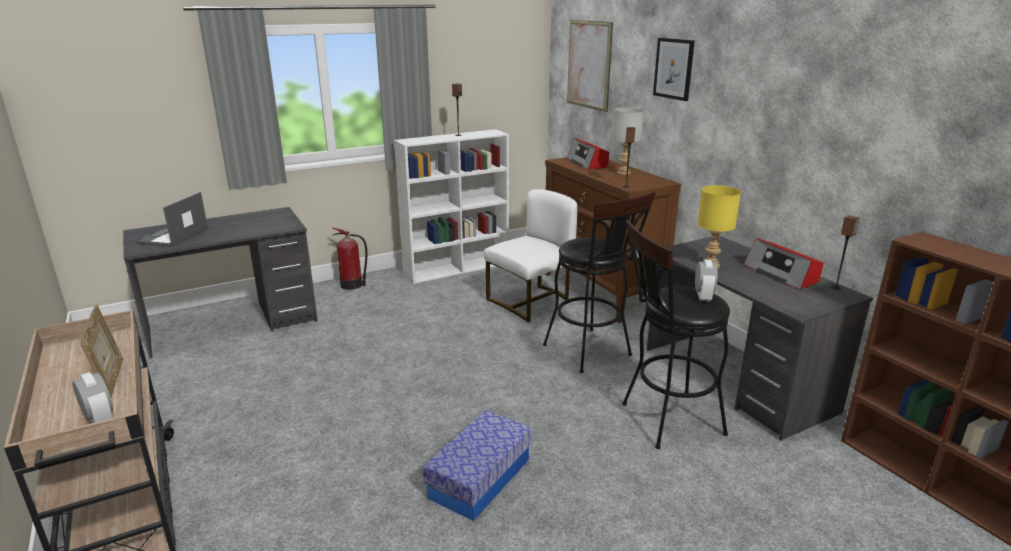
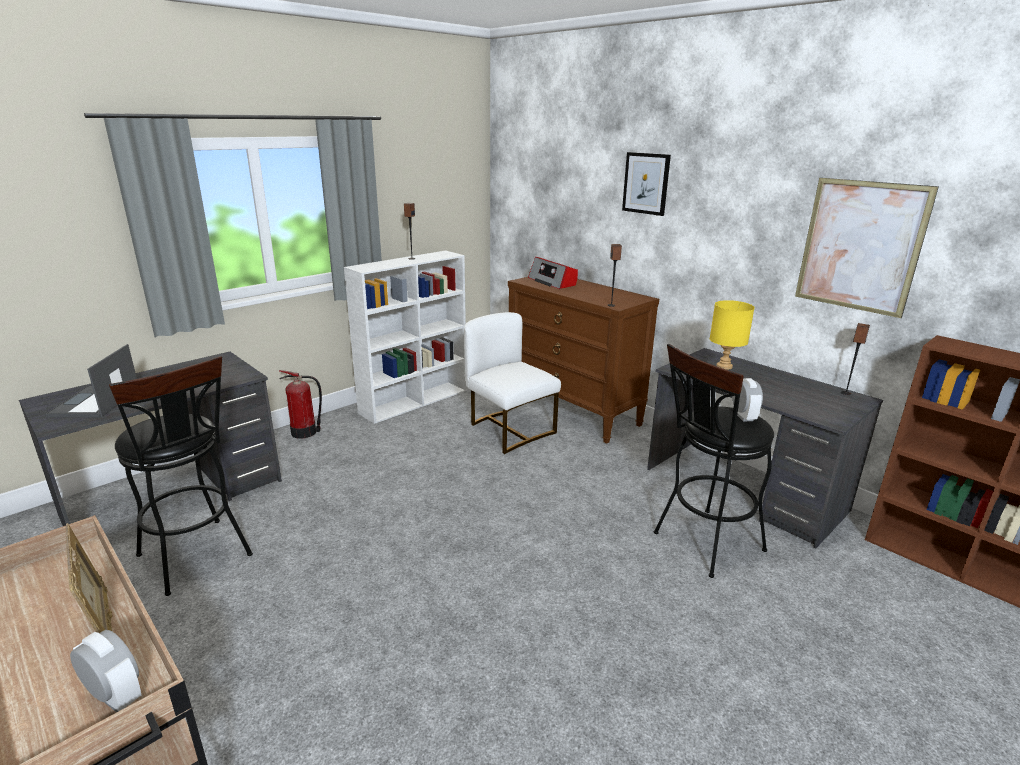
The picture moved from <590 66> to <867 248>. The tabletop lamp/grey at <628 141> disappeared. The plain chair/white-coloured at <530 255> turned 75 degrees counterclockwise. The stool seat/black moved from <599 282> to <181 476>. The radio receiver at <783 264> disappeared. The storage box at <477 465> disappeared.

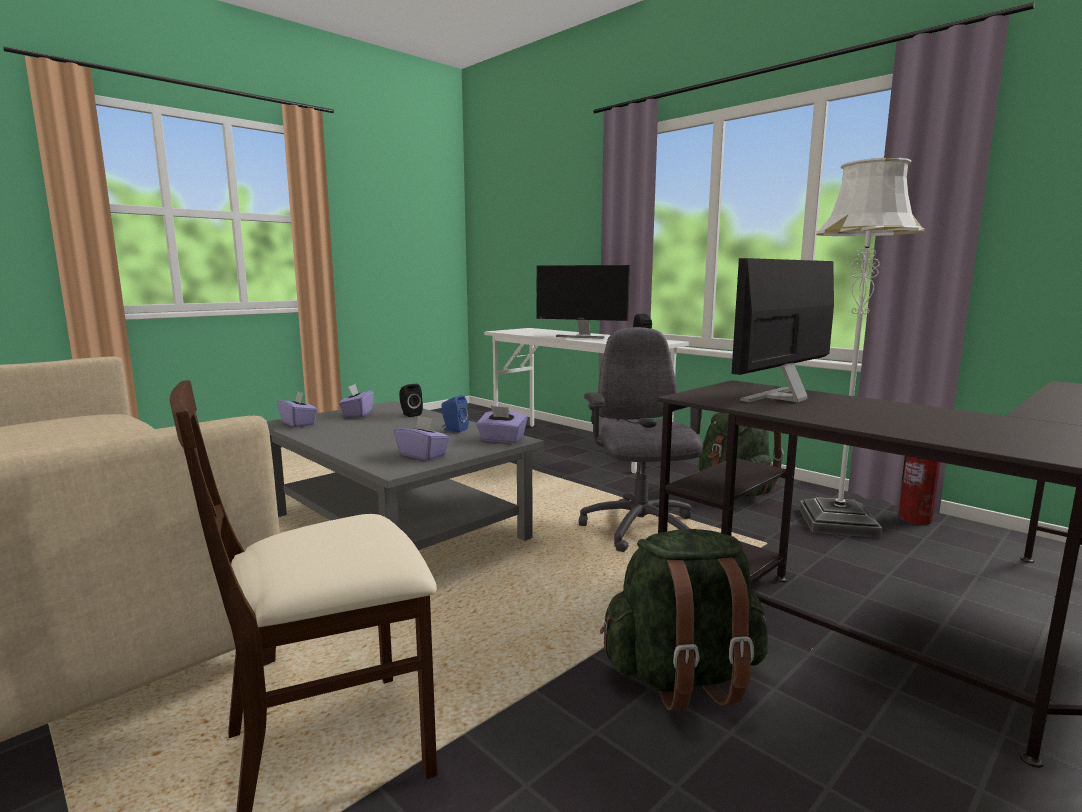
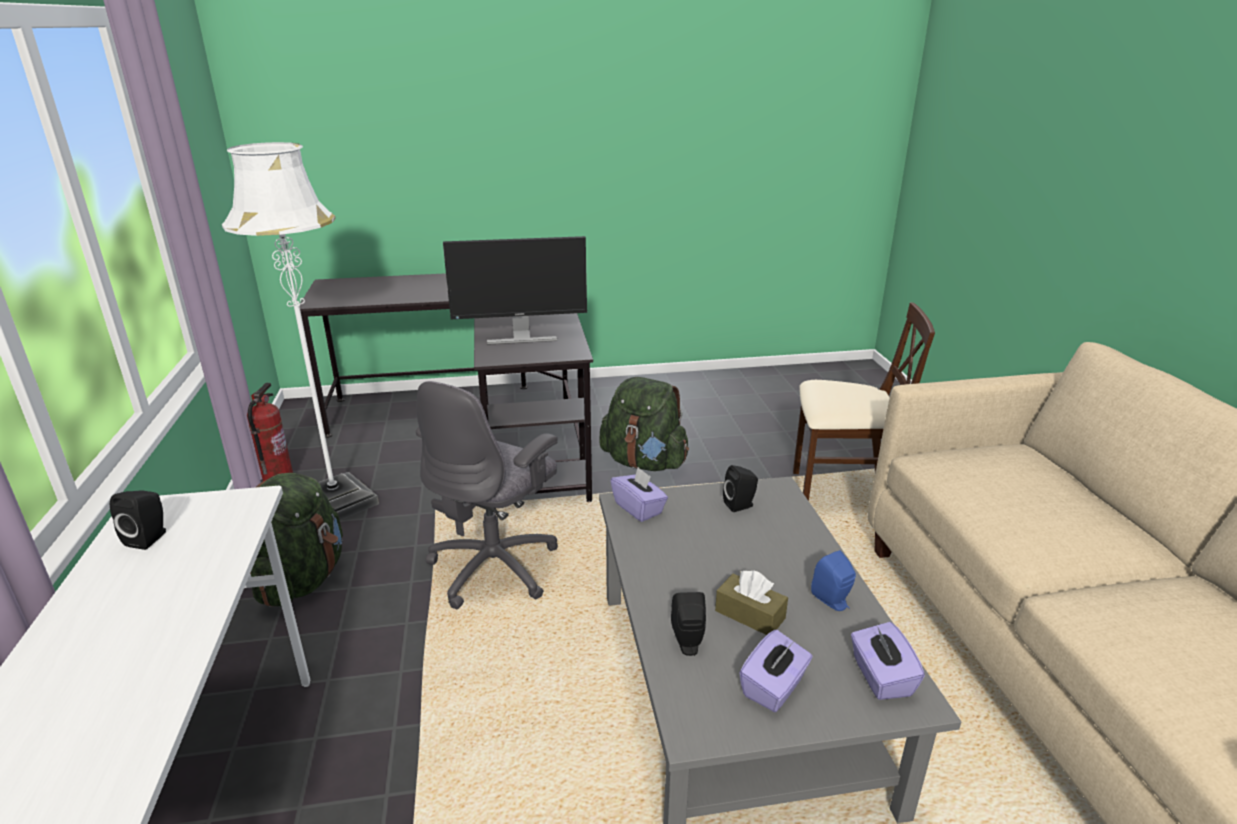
The computer screen at <583 302> disappeared. The loudspeaker/blue moved from <455 414> to <833 580>. The tissue box/purplish at <422 438> was replaced by the loudspeaker/black at <740 488>. The tissue box/brownish at <751 602> appeared.

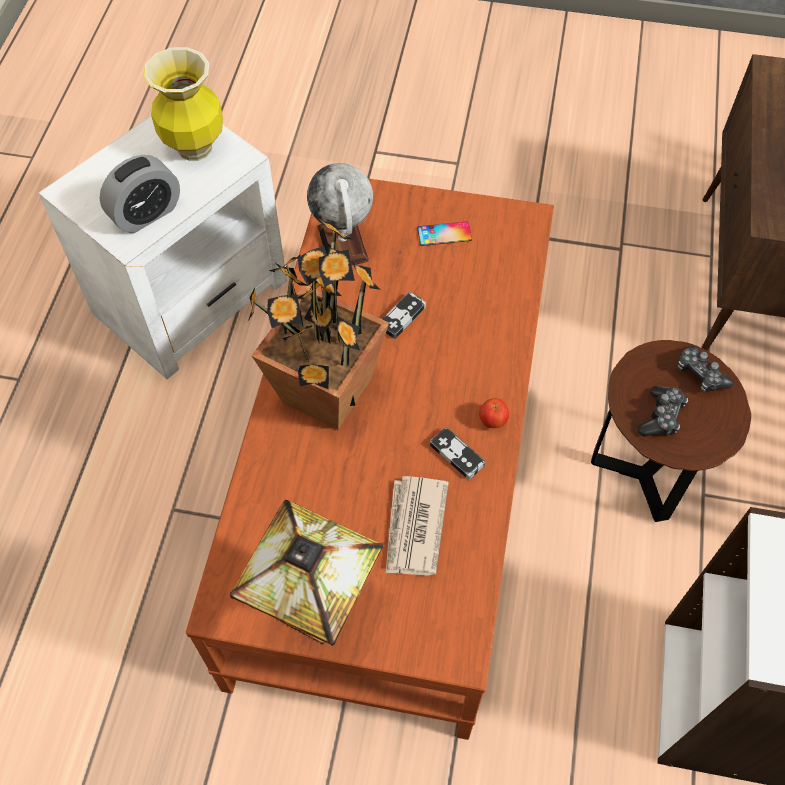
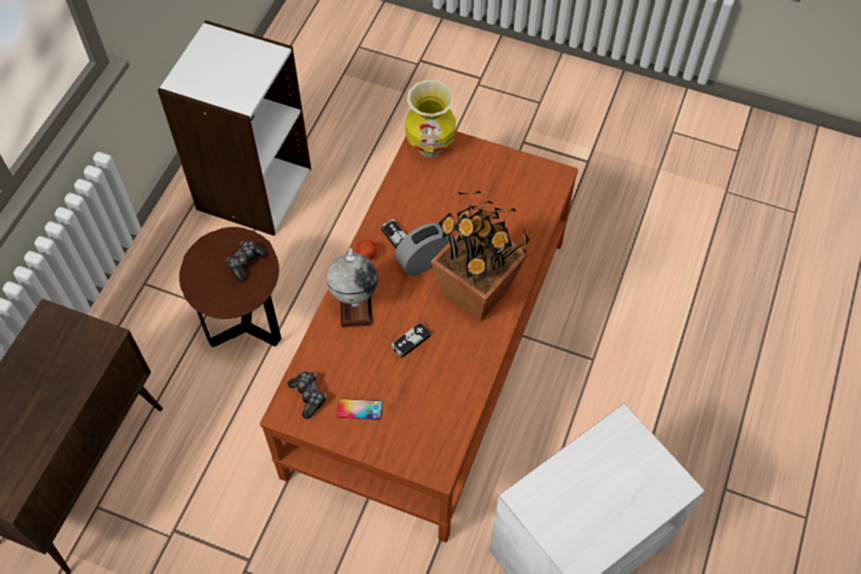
The decorative vase moved from <183 104> to <430 118>. The alarm clock moved from <140 194> to <422 249>. The desk globe moved from <340 214> to <352 288>. The gamepad moved from <705 369> to <307 395>. The printed paper at <417 526> disappeared. The tabletop lamp at <306 573> disappeared.

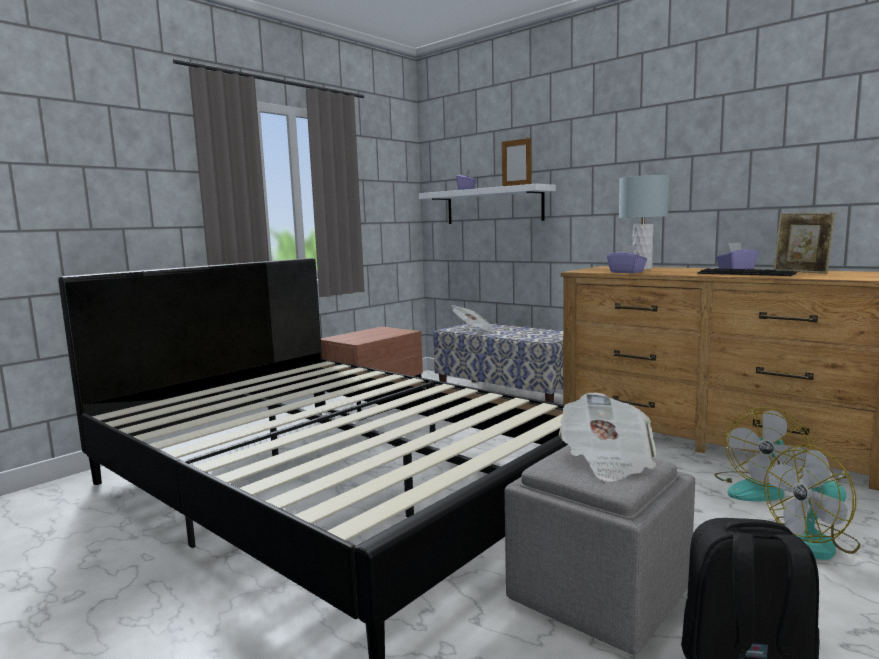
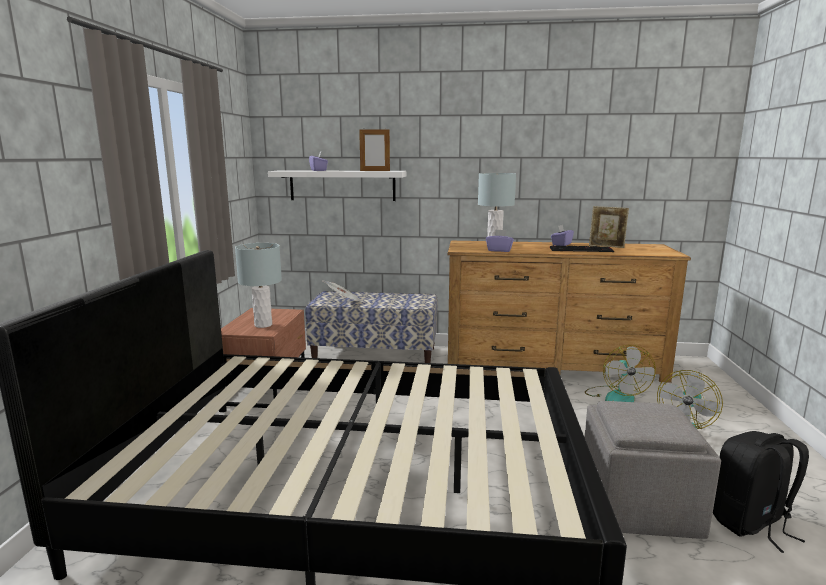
The printed paper at <607 437> disappeared. The tabletop lamp/grey at <258 285> appeared.

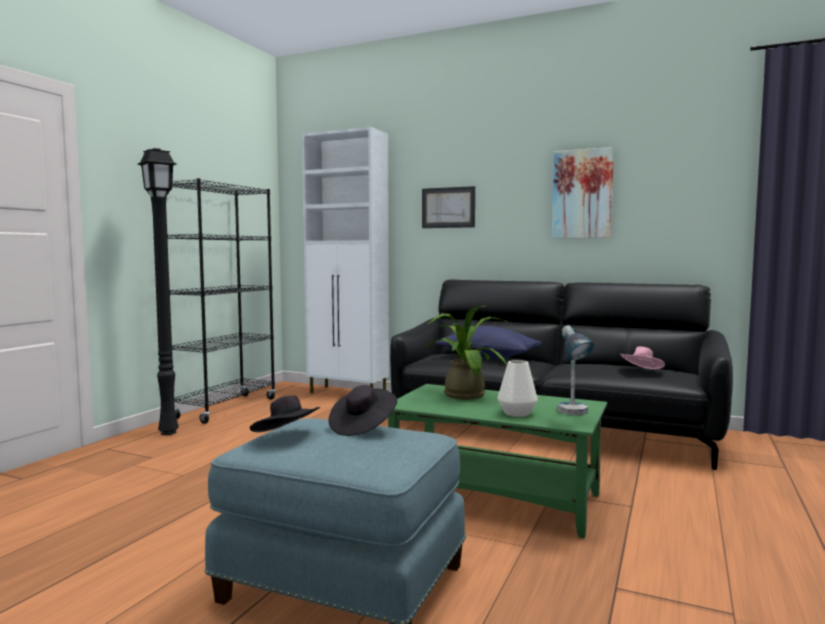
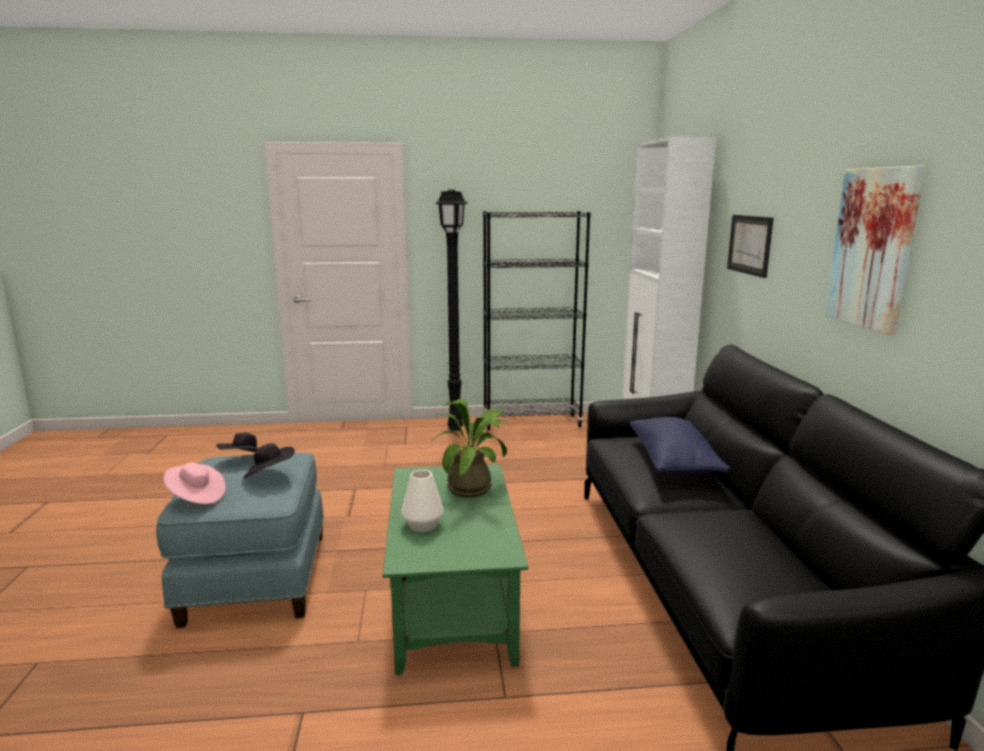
The tabletop lamp at <575 370> disappeared. The hat/pink moved from <642 357> to <195 483>.

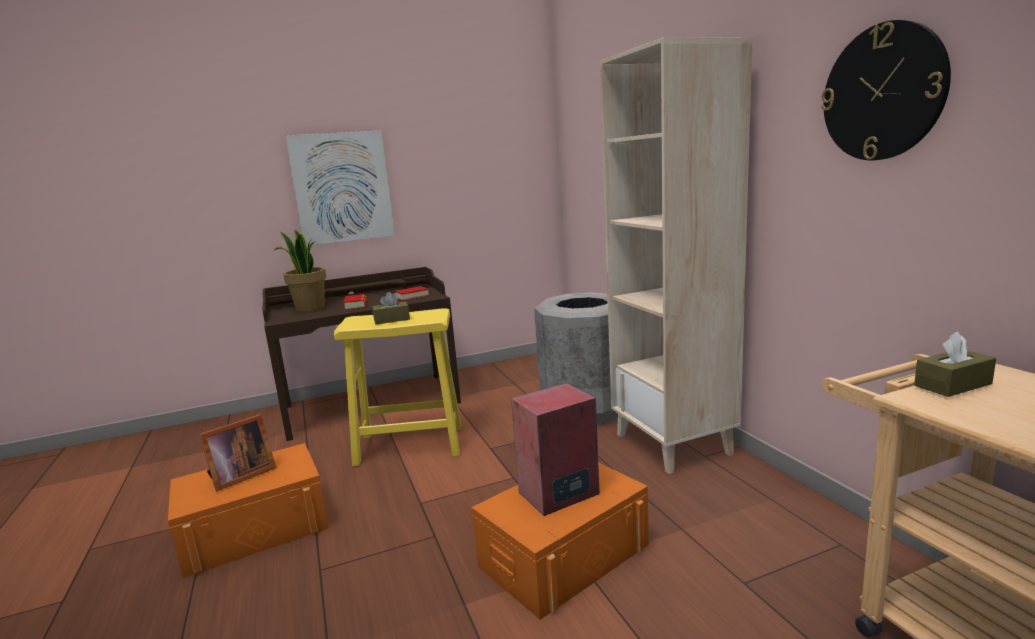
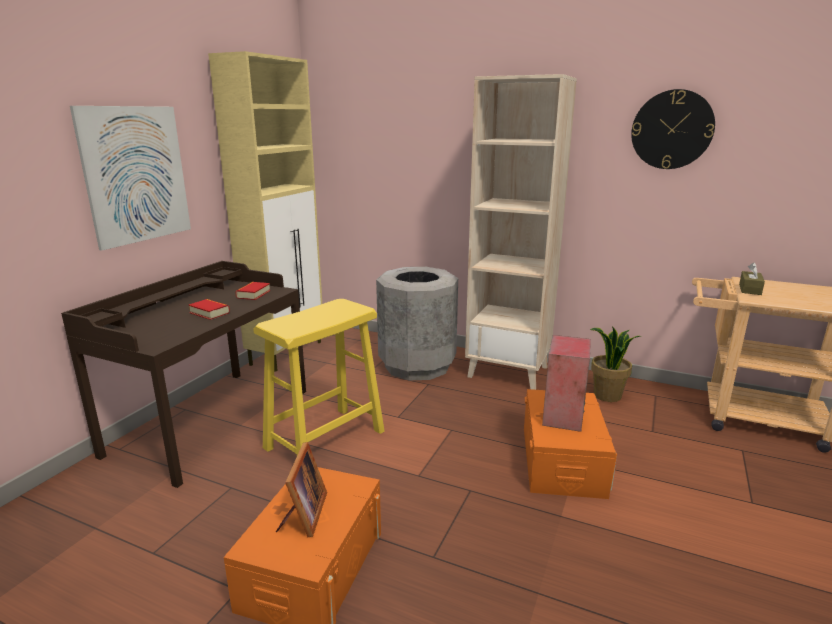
The plant in a pot moved from <299 270> to <615 364>. The tissue box/brownish at <391 308> disappeared. The storage cabinet/beige-coloured at <265 211> appeared.

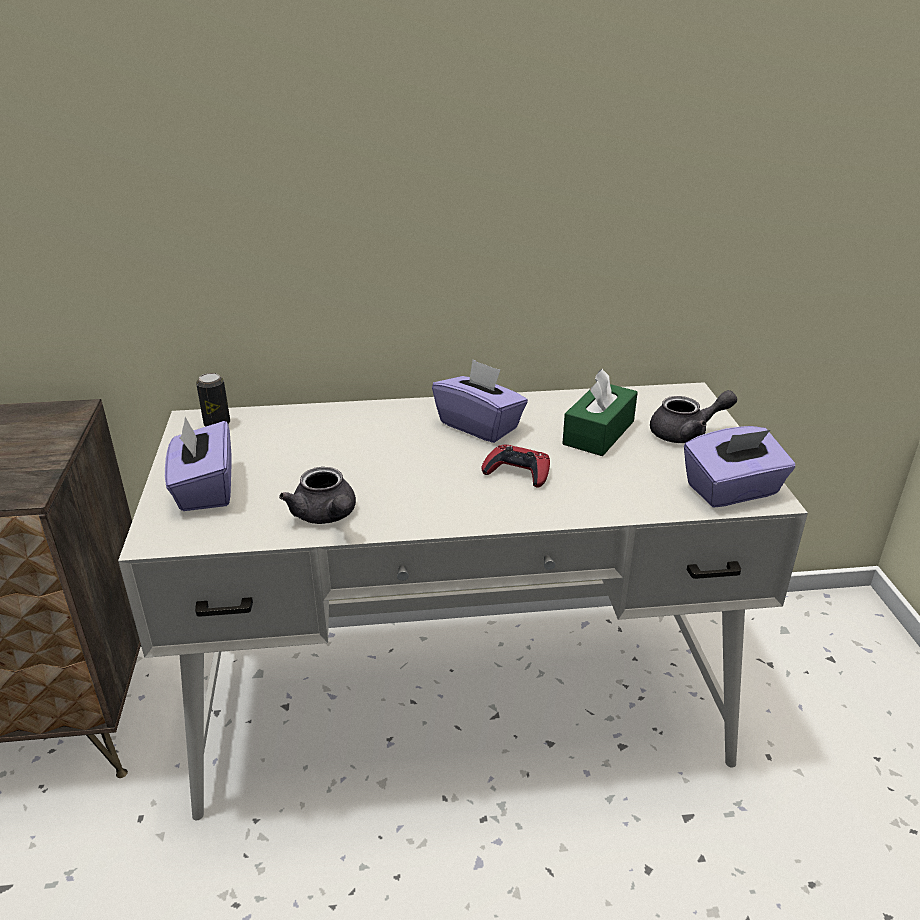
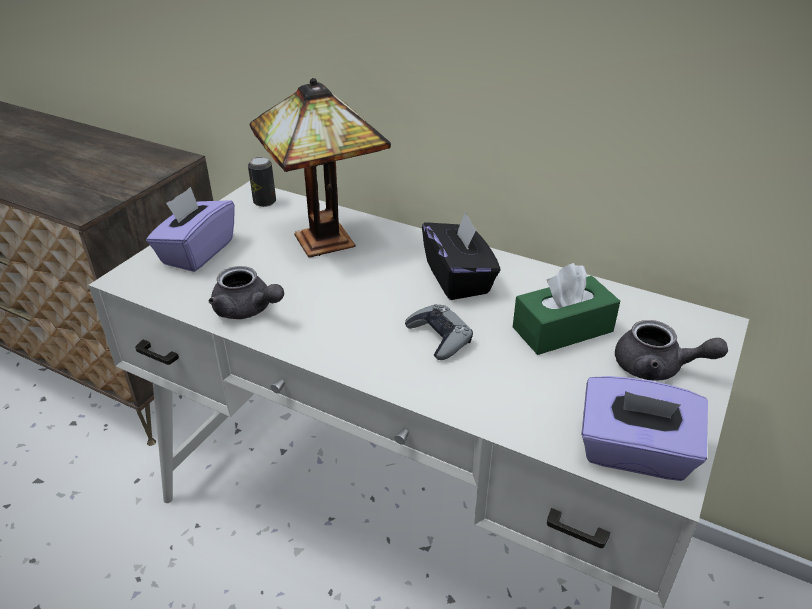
The tissue box/purplish at <480 401> became the tissue box/black at <461 255>. The gamepad/red at <515 466> became the gamepad/grey at <439 332>. The tea pot/grey at <317 495> turned 60 degrees counterclockwise. The tabletop lamp at <320 168> appeared.

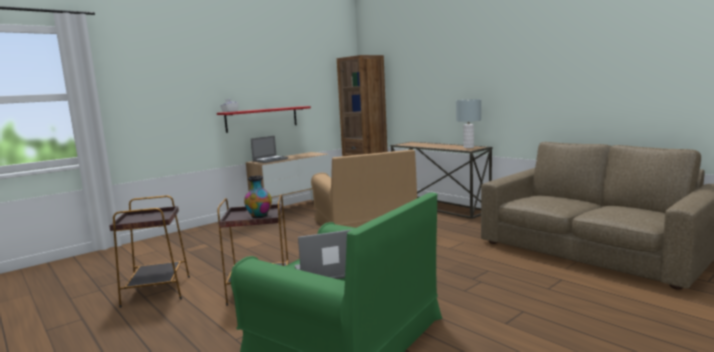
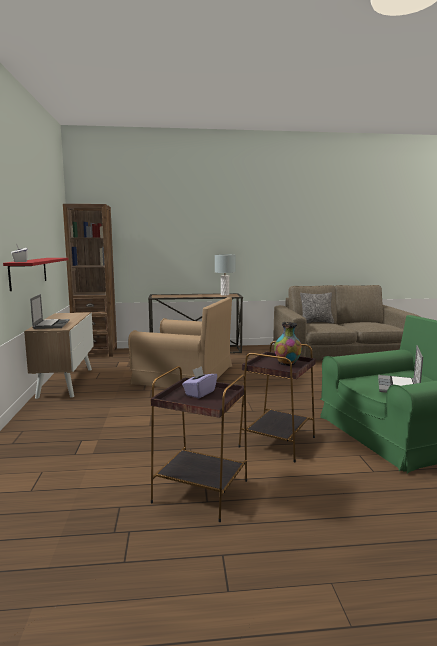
The cushion at <317 308> appeared. The tissue box/purplish at <199 382> appeared.

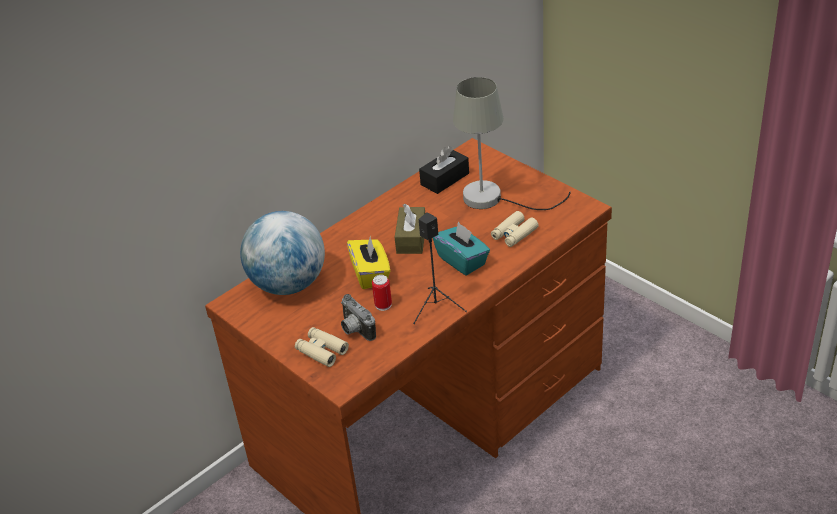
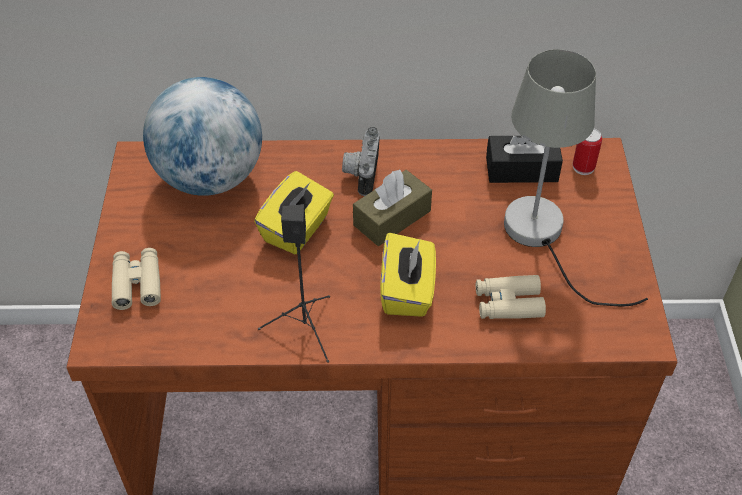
The tissue box/blue-green at <461 248> became the tissue box/yellowish at <408 275>. The can moved from <382 293> to <587 152>. The still camera moved from <358 317> to <361 161>.

